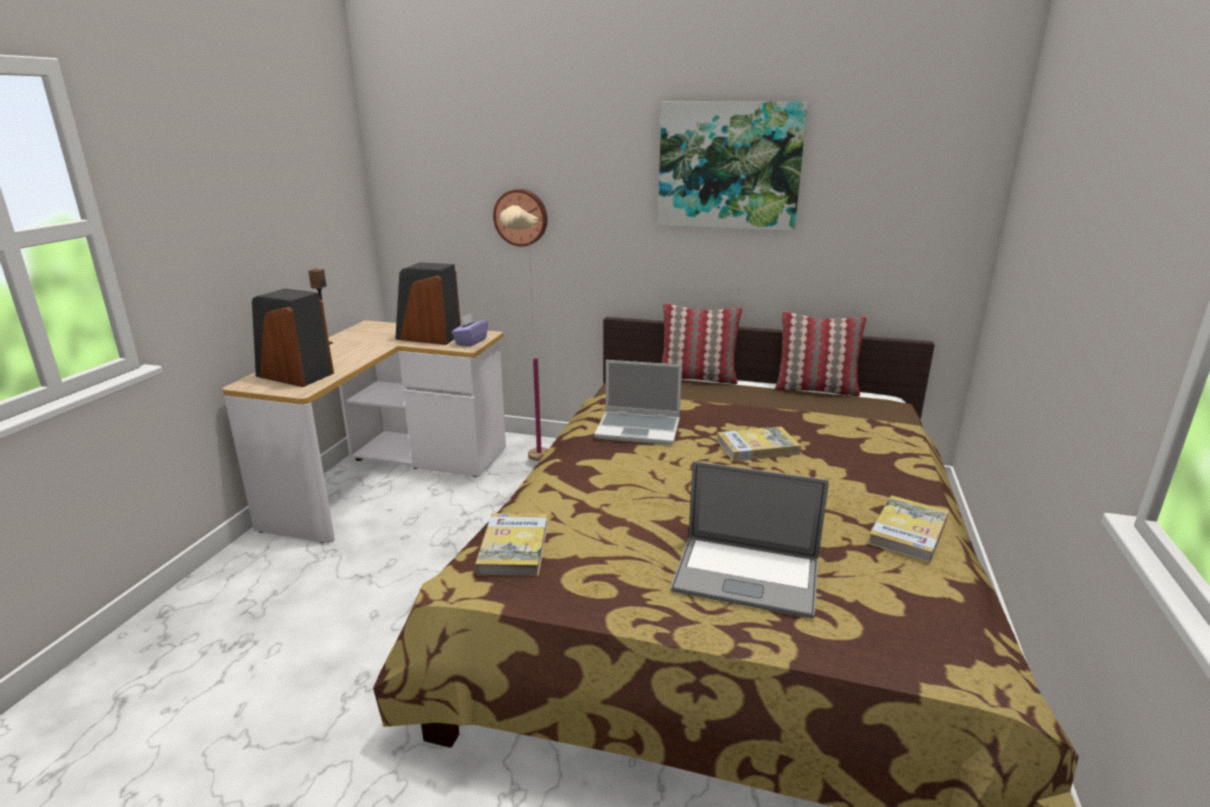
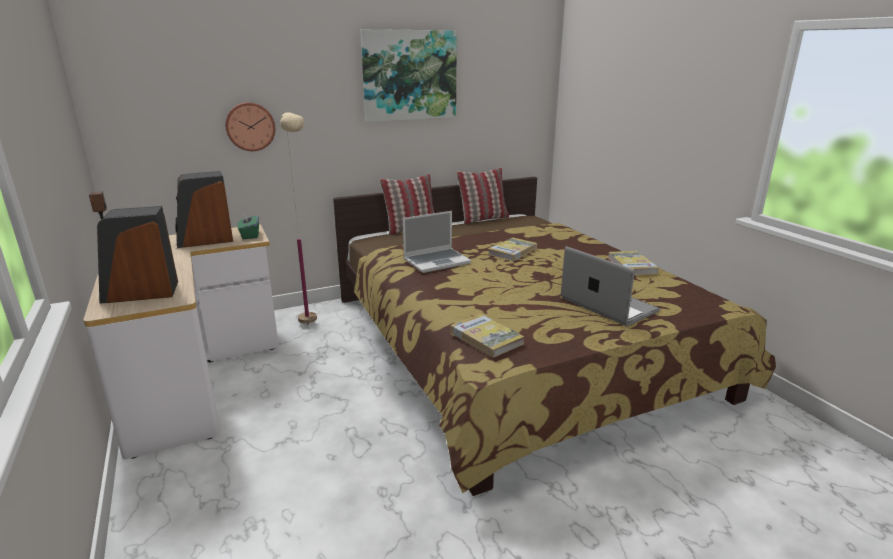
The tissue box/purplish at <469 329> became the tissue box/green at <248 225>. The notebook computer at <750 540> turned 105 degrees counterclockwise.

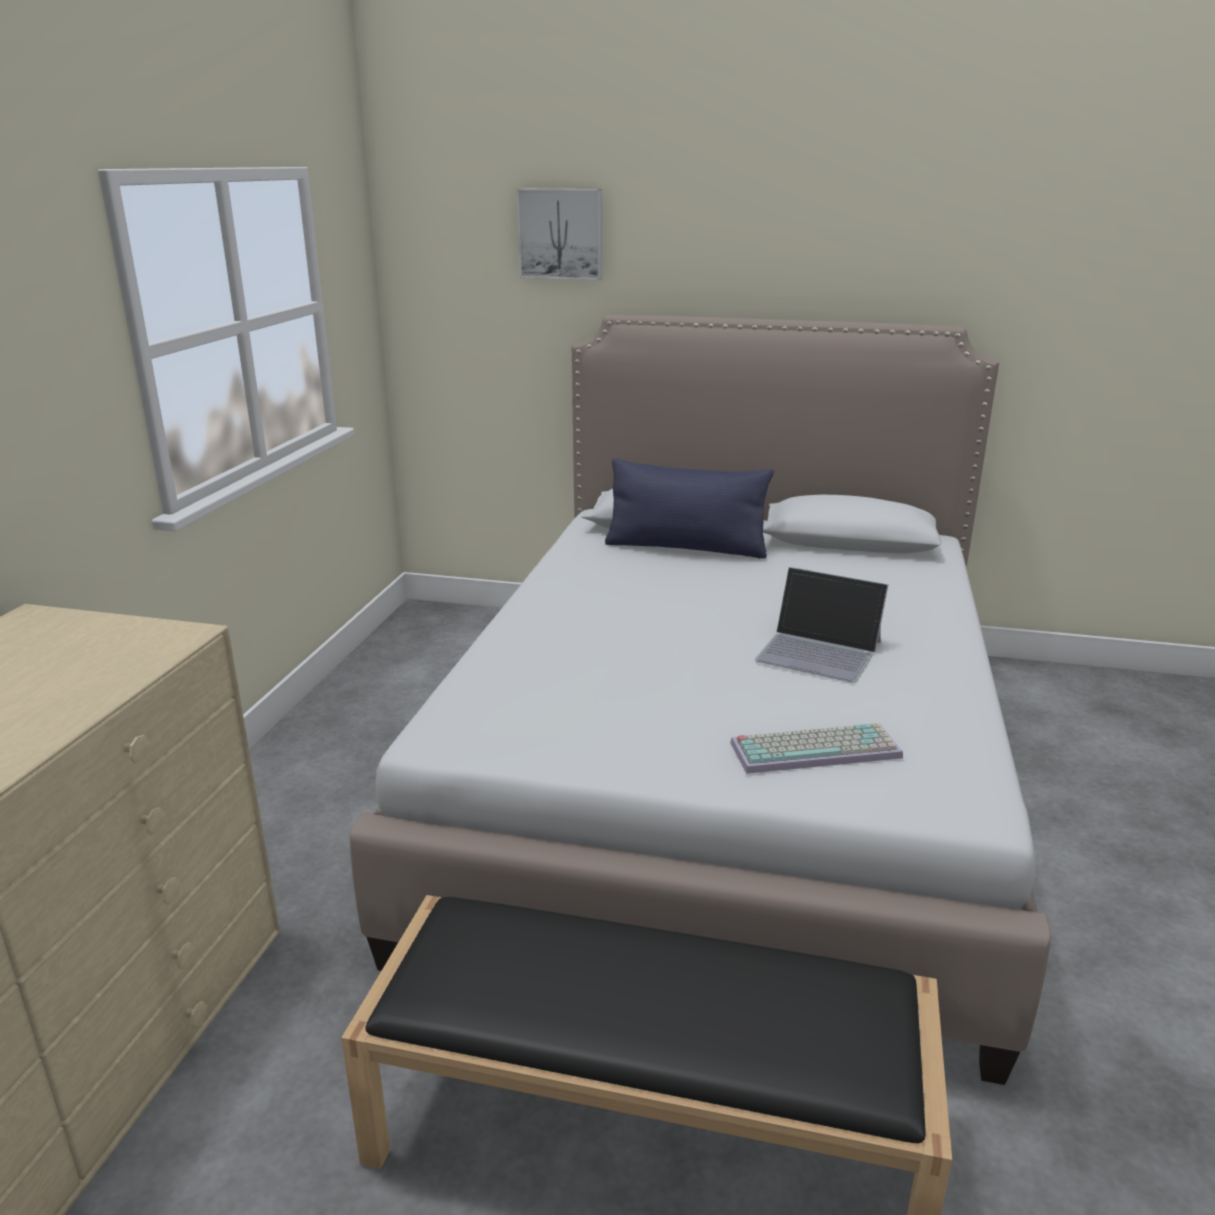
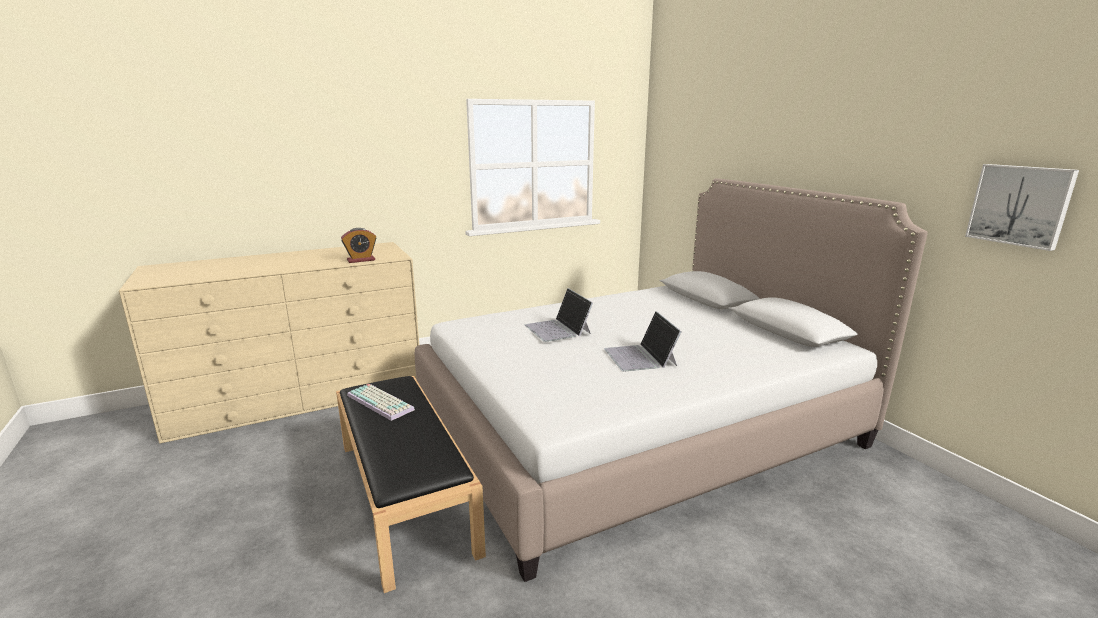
The picture moved from <559 234> to <1022 207>. The cushion/blue at <689 508> disappeared. The keyboard moved from <816 748> to <381 402>. The alarm clock at <359 245> appeared. The notebook computer at <559 315> appeared.

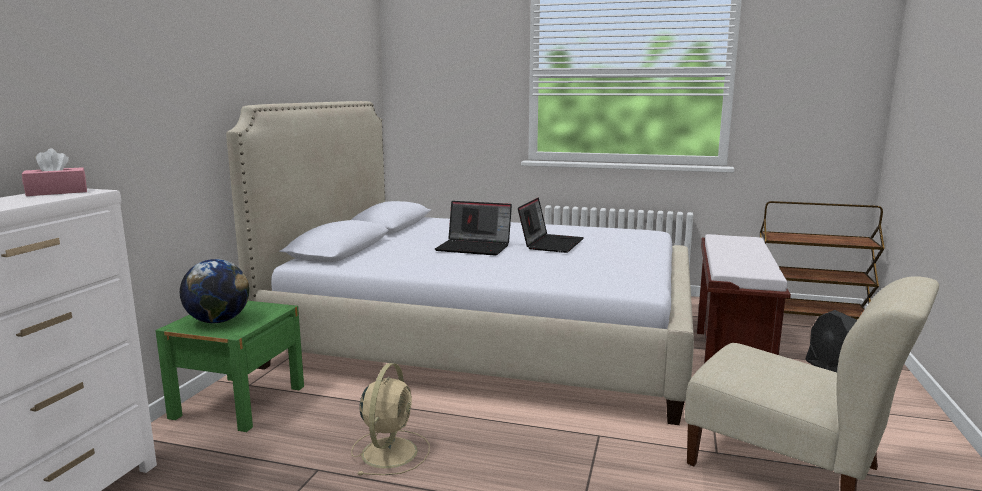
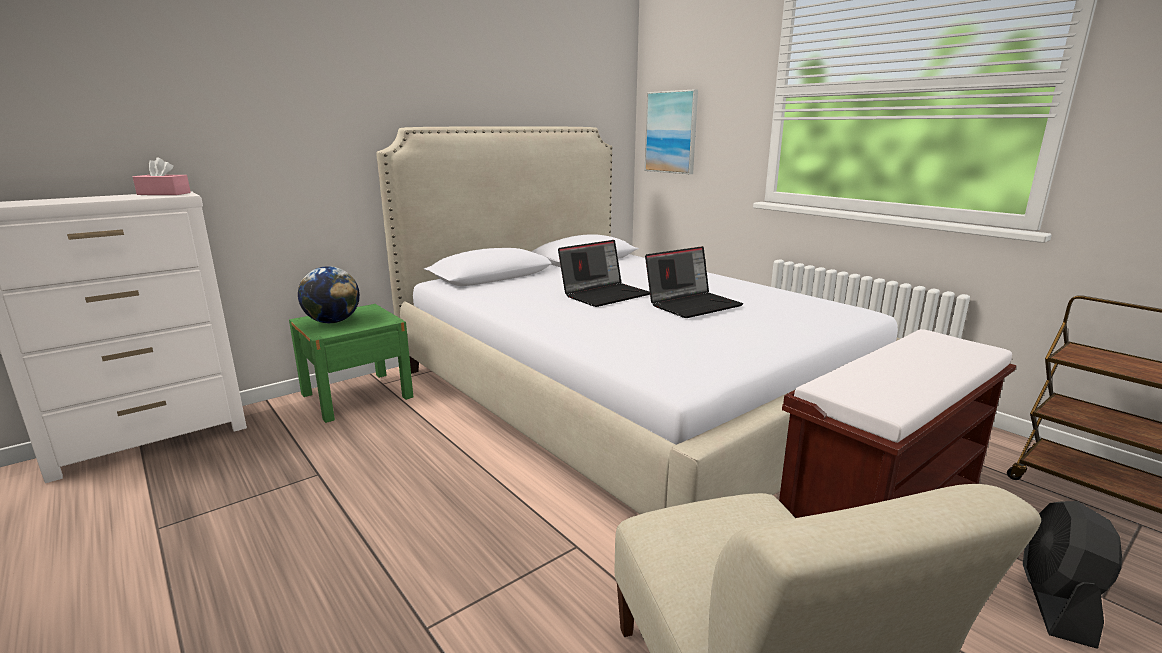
The notebook computer at <473 228> turned 90 degrees counterclockwise. The cooling fan/beige-coloured at <390 419> disappeared. The picture at <671 131> appeared.

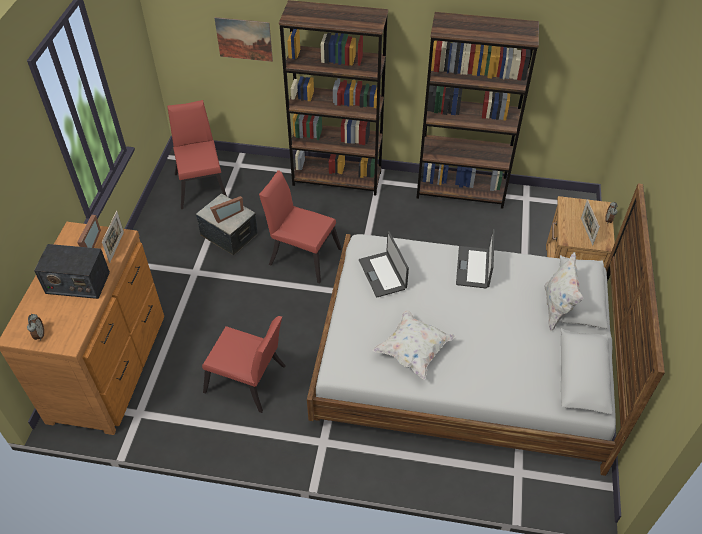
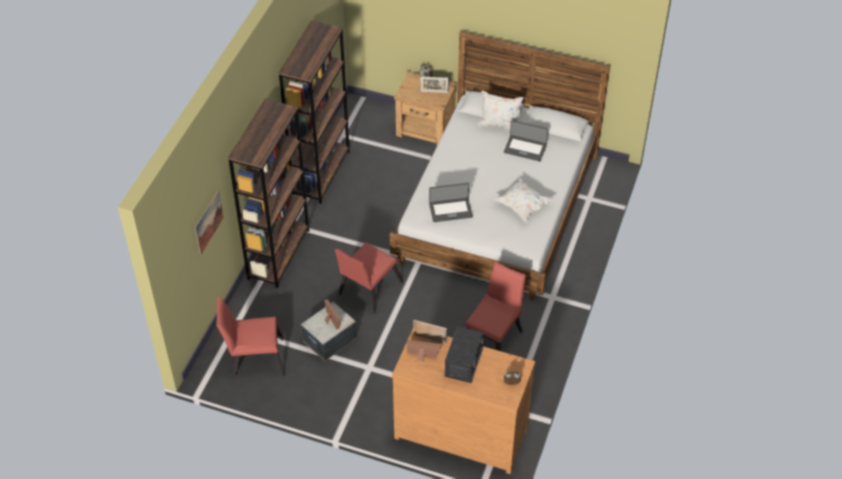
The notebook computer moved from <475 258> to <526 140>.

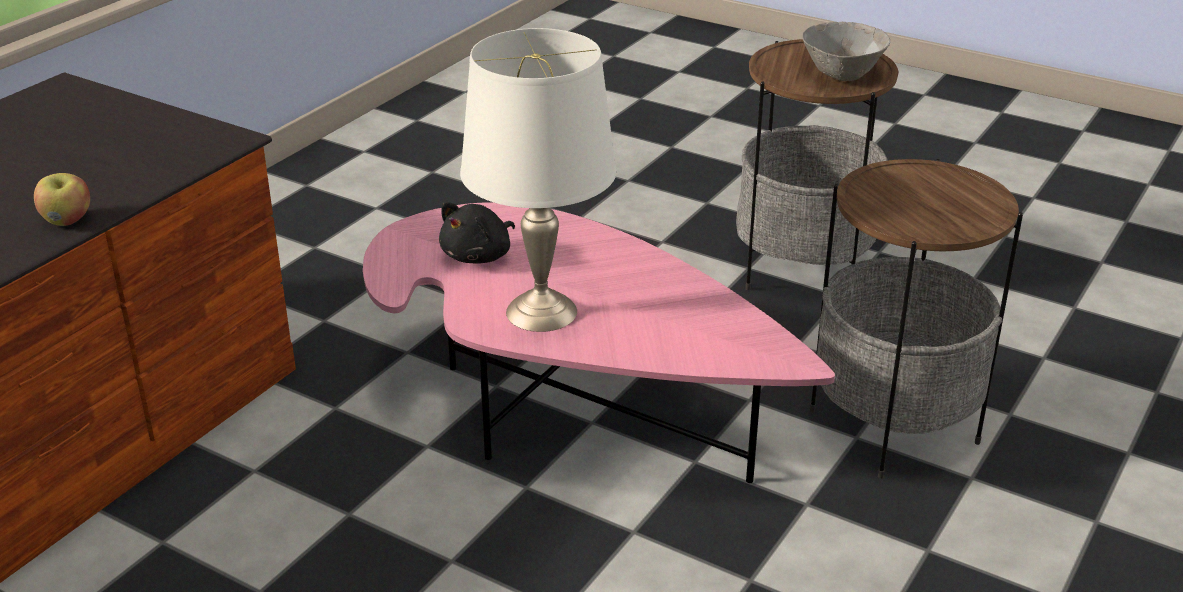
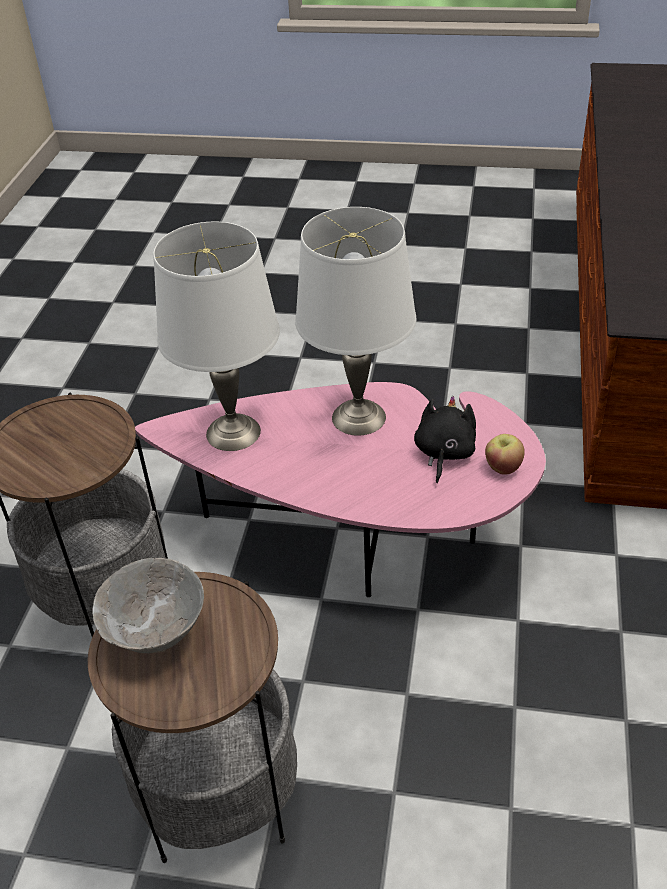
The apple moved from <62 199> to <505 454>. The tabletop lamp/white-coloured at <216 336> appeared.

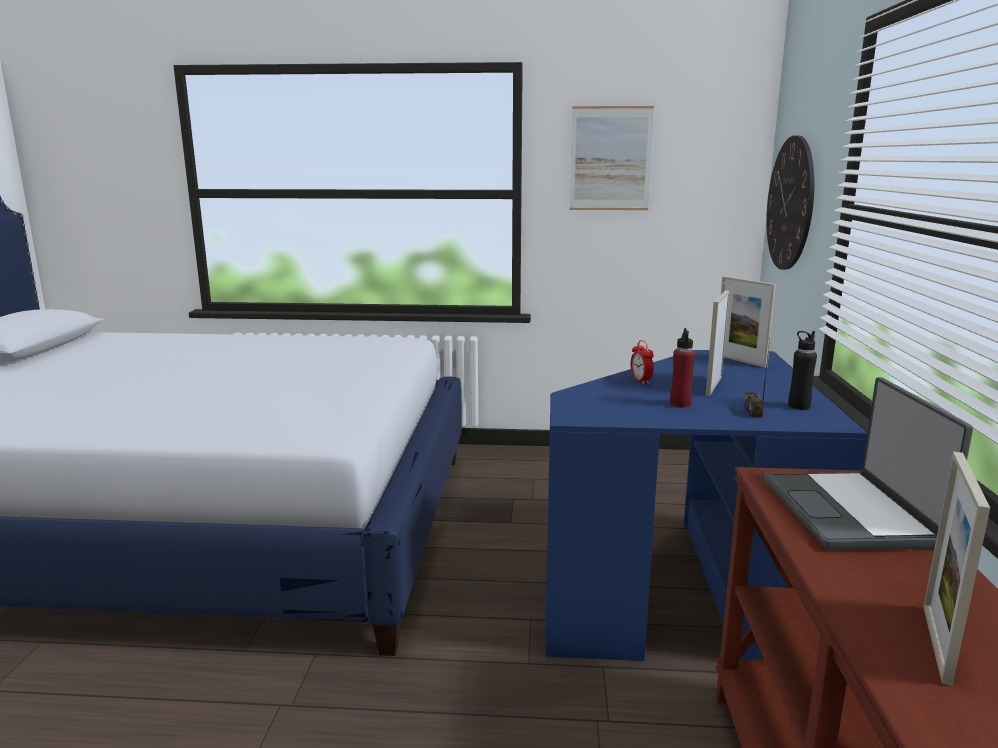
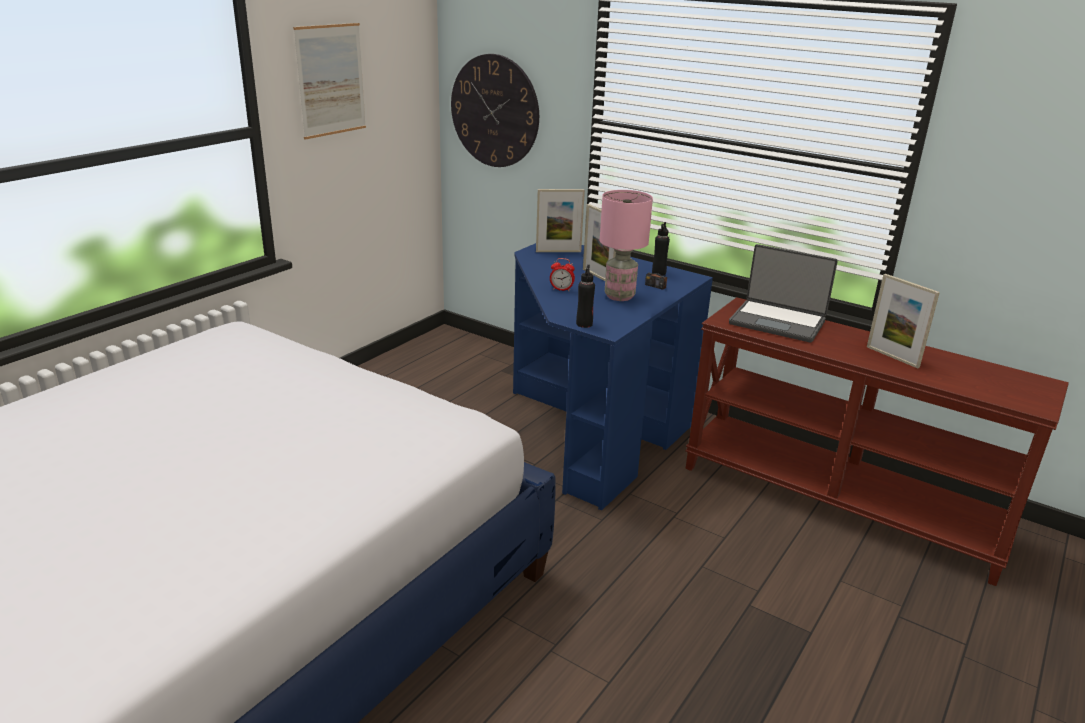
The bottle/red at <682 368> was replaced by the tabletop lamp/pink at <626 245>. The bottle/black at <585 296> appeared.

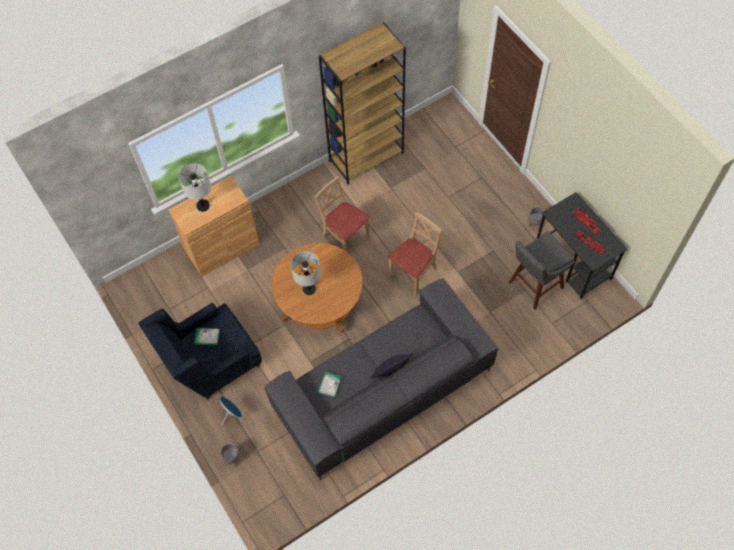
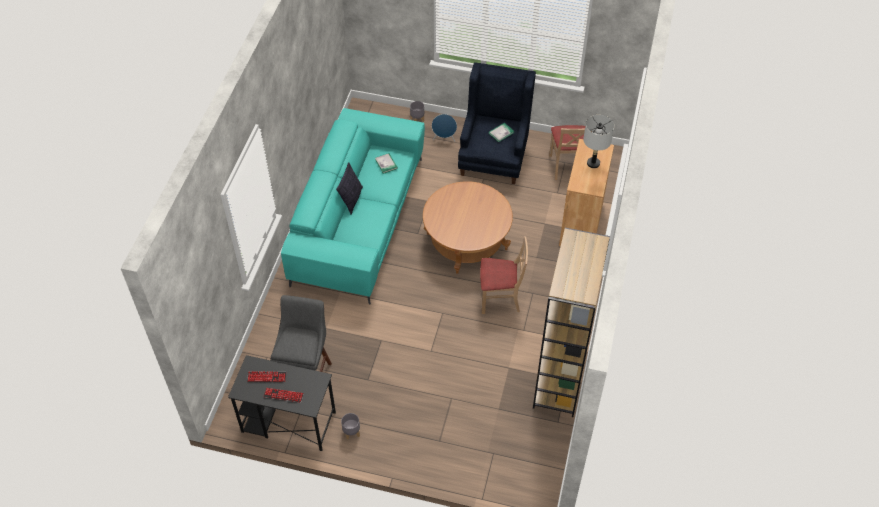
The plain chair/beige-coloured moved from <415 253> to <570 152>. The tabletop lamp/grey at <306 273> disappeared. The couch/grey at <381 379> became the couch/blue-green at <353 206>.

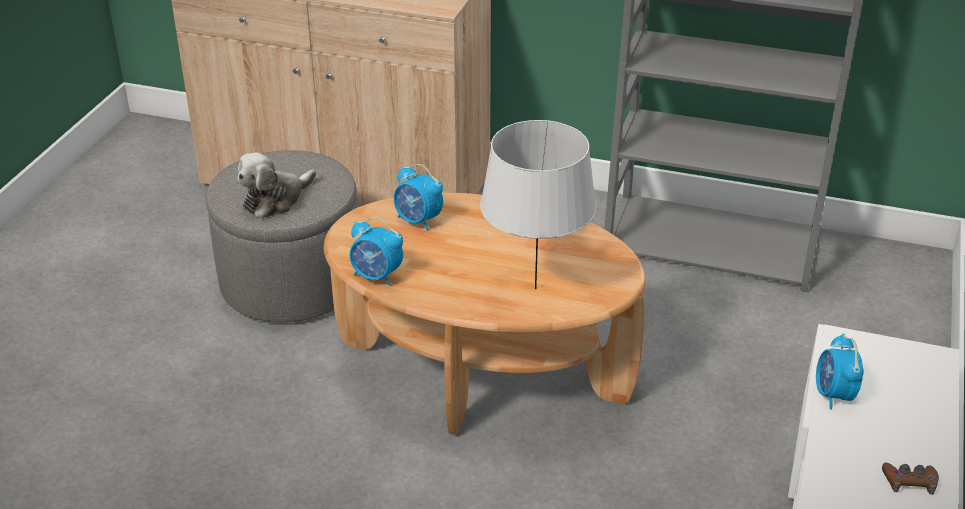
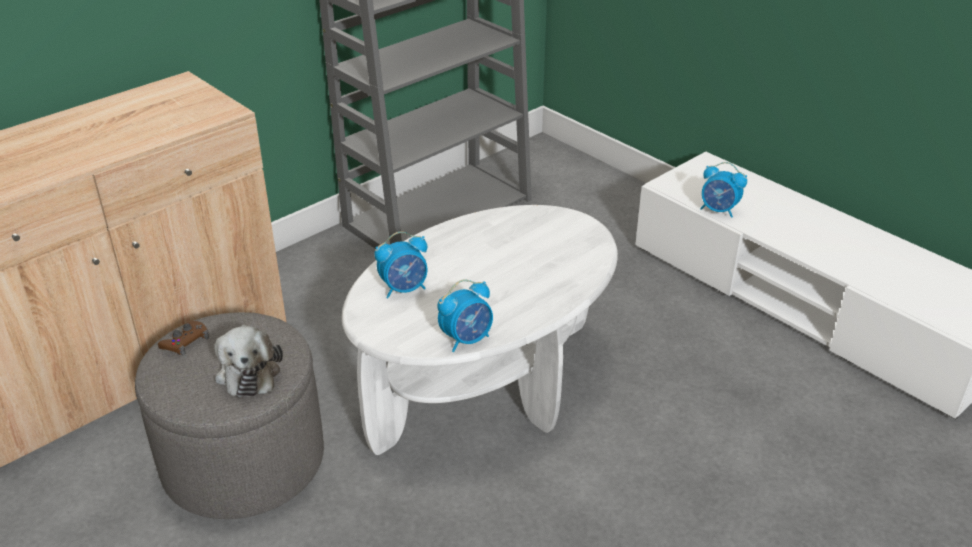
The tabletop lamp/grey at <538 204> disappeared. The coffee table/brownish at <485 314> became the coffee table/white-coloured at <480 330>. The gamepad/brownish moved from <910 479> to <183 338>.

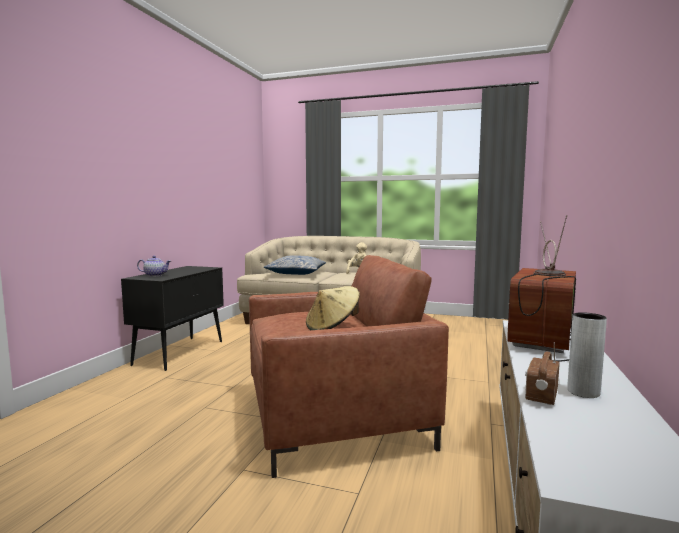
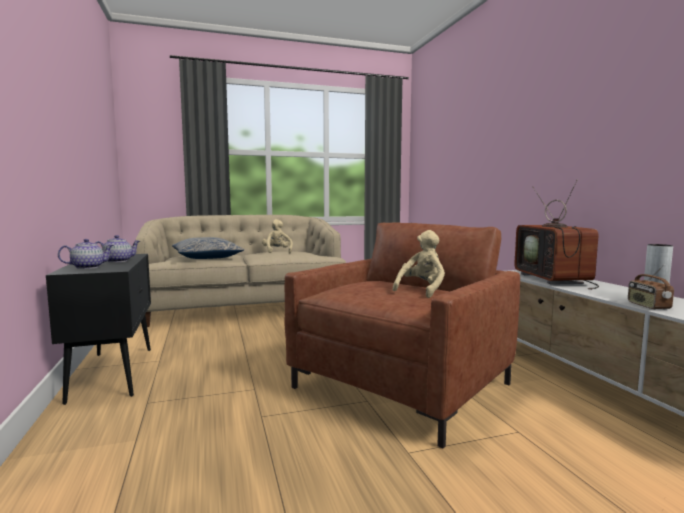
The hat/beige-coloured at <333 308> was replaced by the soft toy/beige-coloured at <418 264>. The tea pot at <117 248> appeared.

